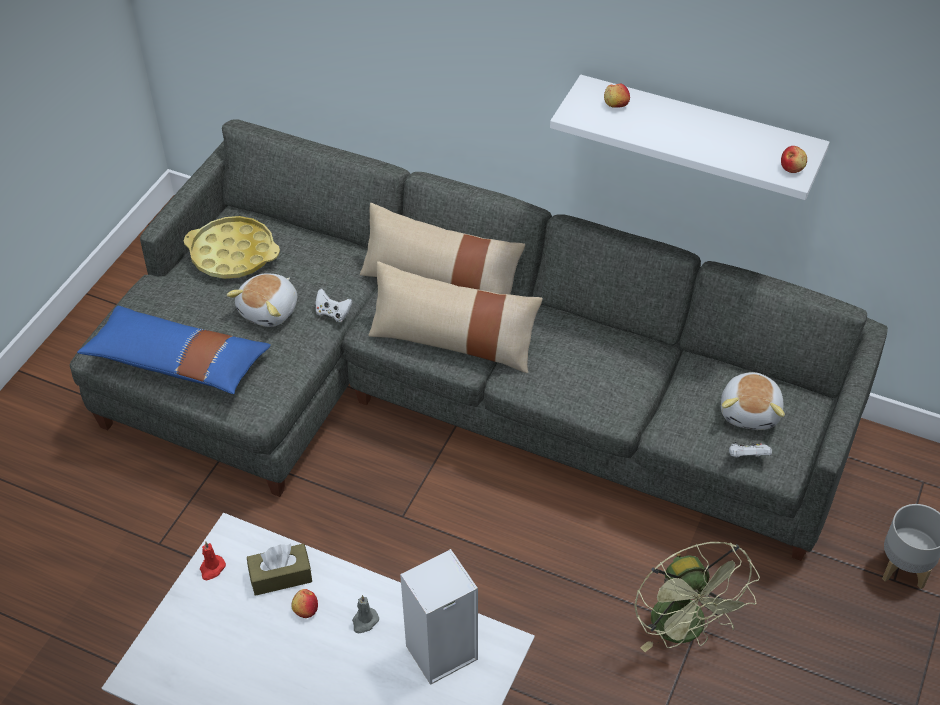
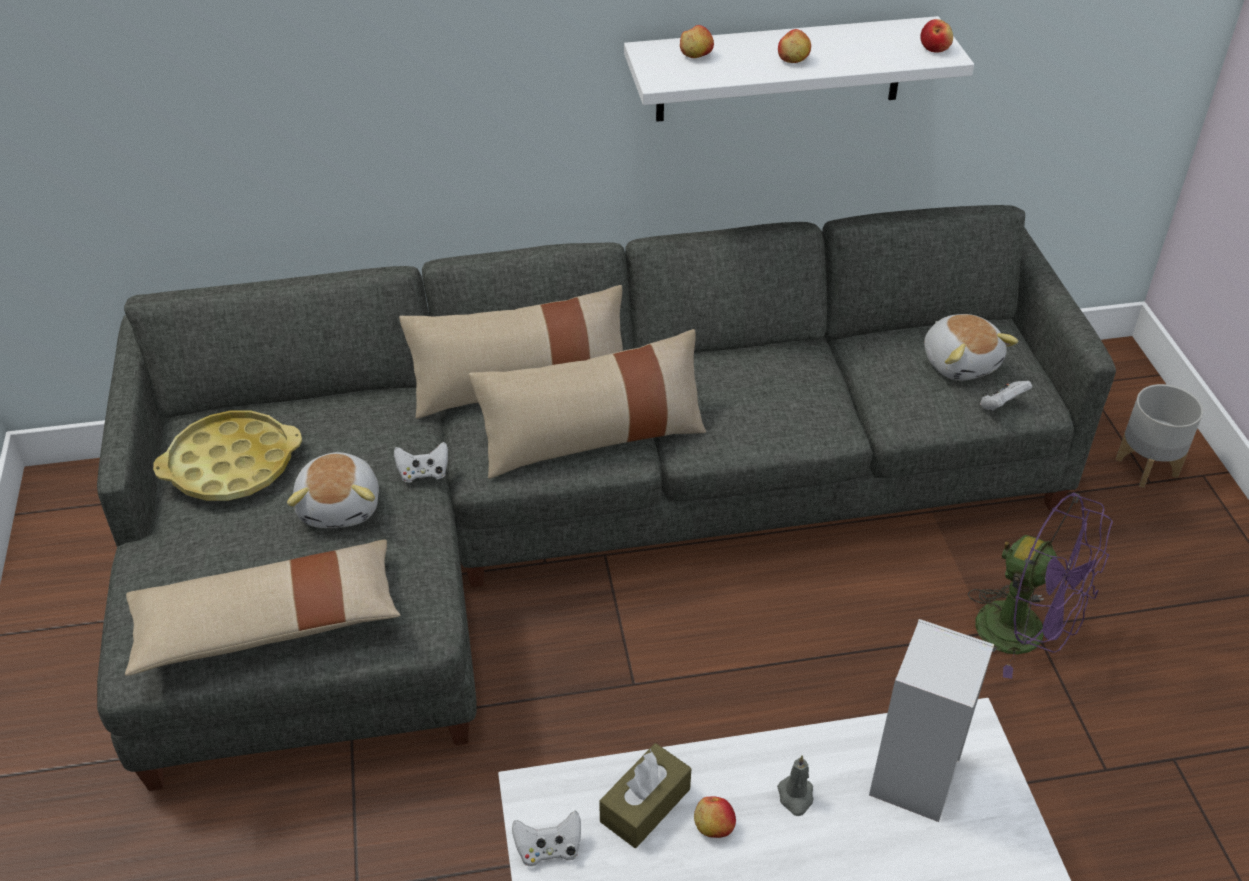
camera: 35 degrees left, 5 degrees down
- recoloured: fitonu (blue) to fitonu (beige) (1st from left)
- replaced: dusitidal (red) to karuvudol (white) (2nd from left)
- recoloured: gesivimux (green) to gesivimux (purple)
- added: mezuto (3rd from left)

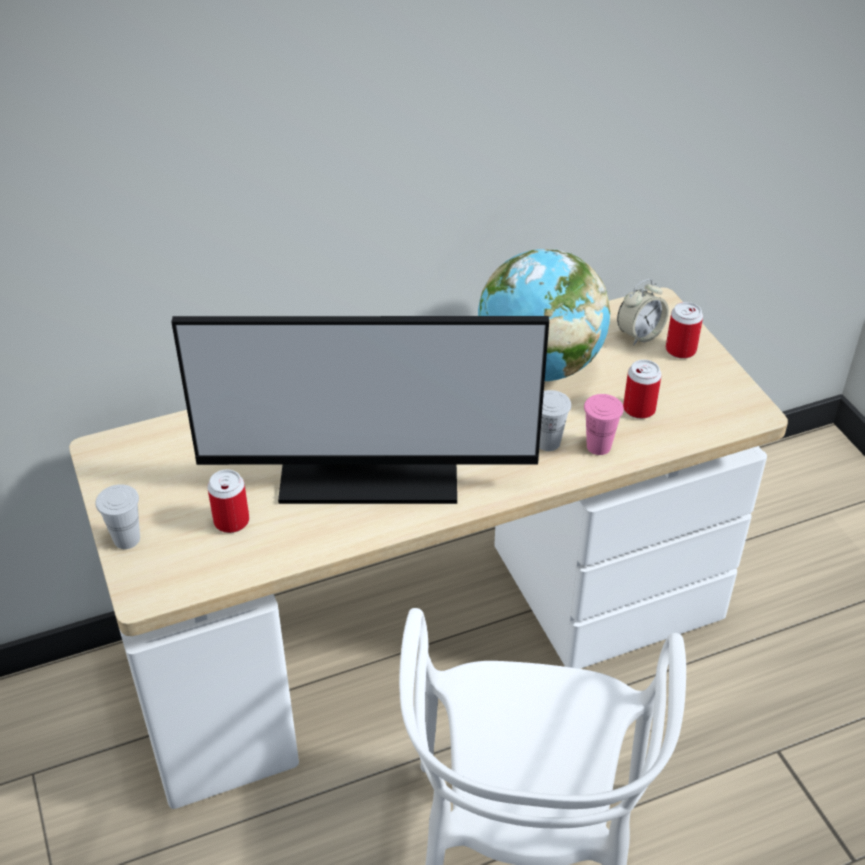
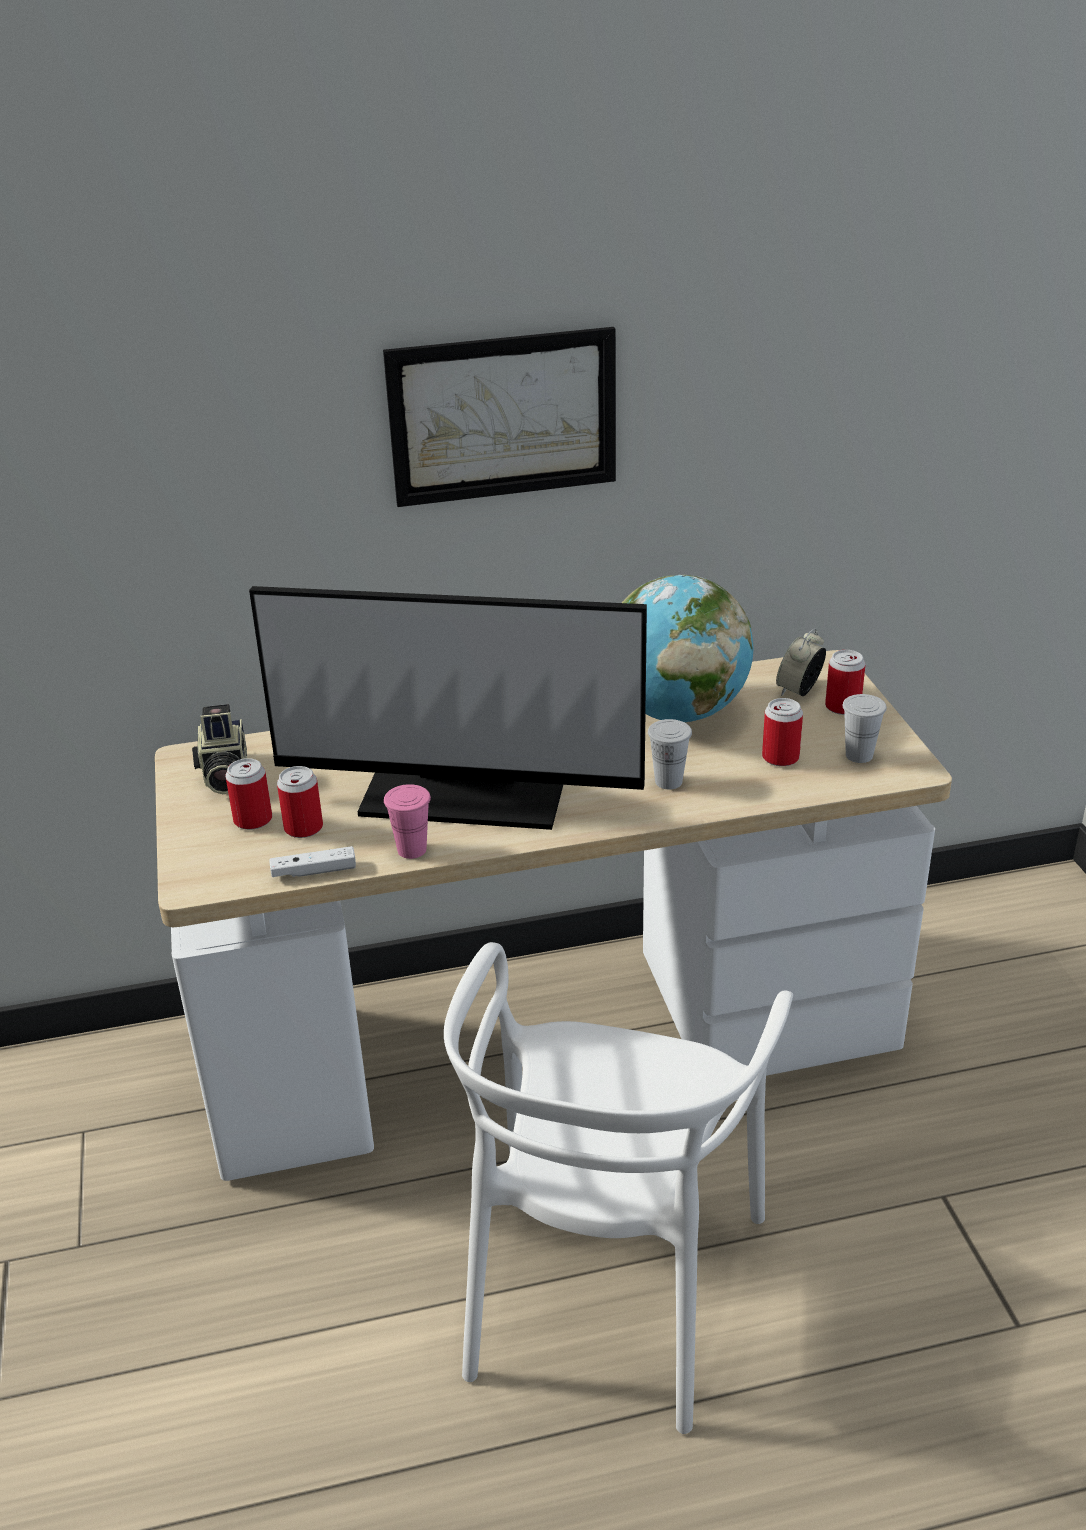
camera: 10 degrees right, 10 degrees down
- moved: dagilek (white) (1st from left in the first image) to dagilek (white) (2nd from left)
- moved: dagilek (pink)
- turned: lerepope 150 degrees clockwise
- added: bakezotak
- added: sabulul (1st from left)
- added: karuvudol (white)
- added: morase

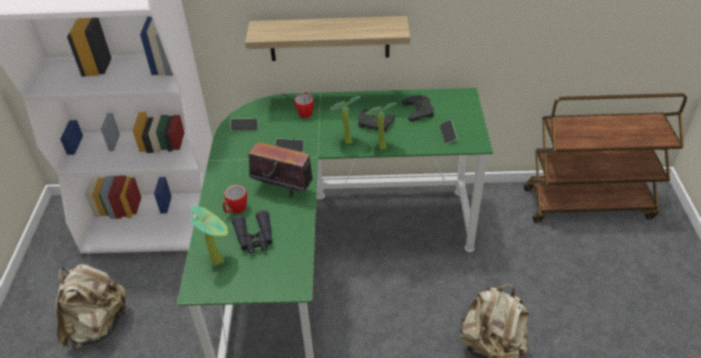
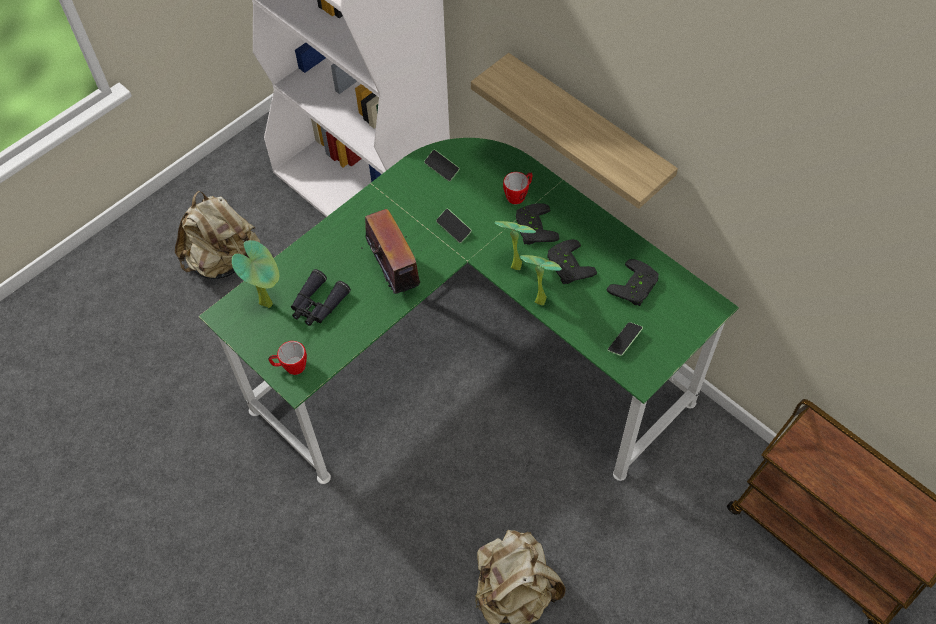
camera: 45 degrees right, 15 degrees up
- moved: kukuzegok (1st from left)
- added: karuvudol (black) (1st from left)

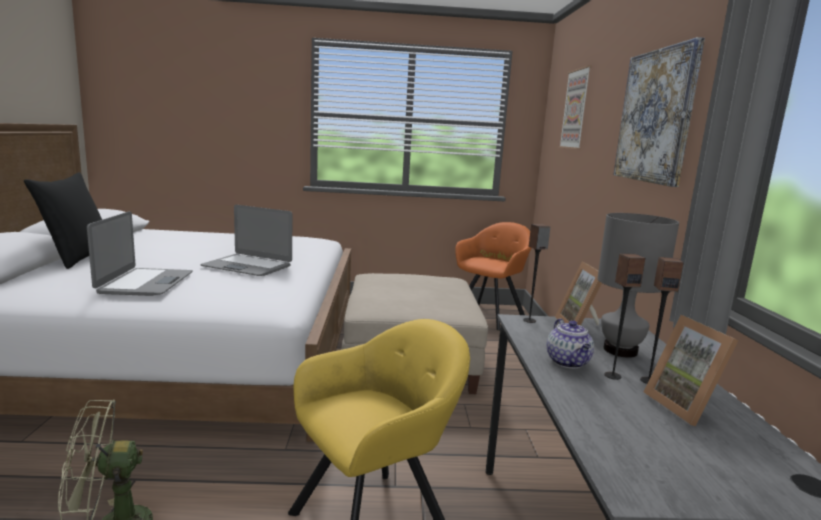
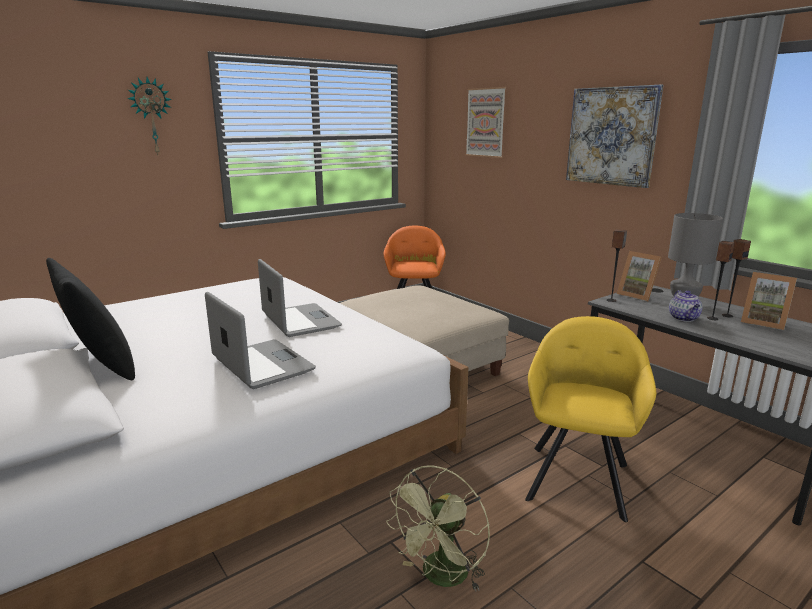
camera: 35 degrees left, 5 degrees up
- turned: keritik (2nd from left) 105 degrees counterclockwise
- turned: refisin 45 degrees clockwise
- added: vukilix

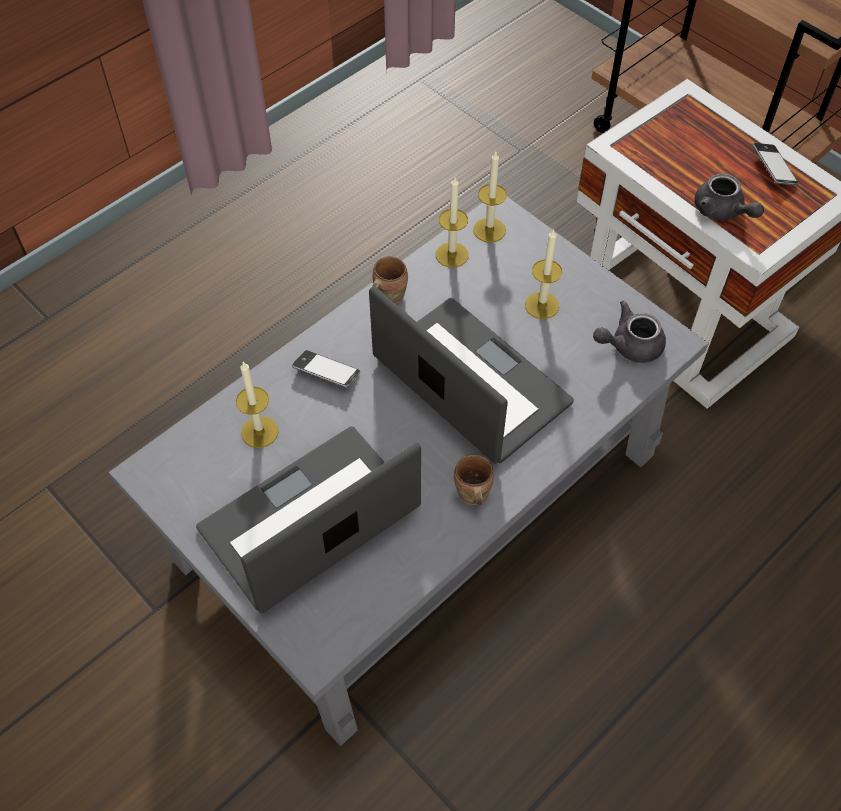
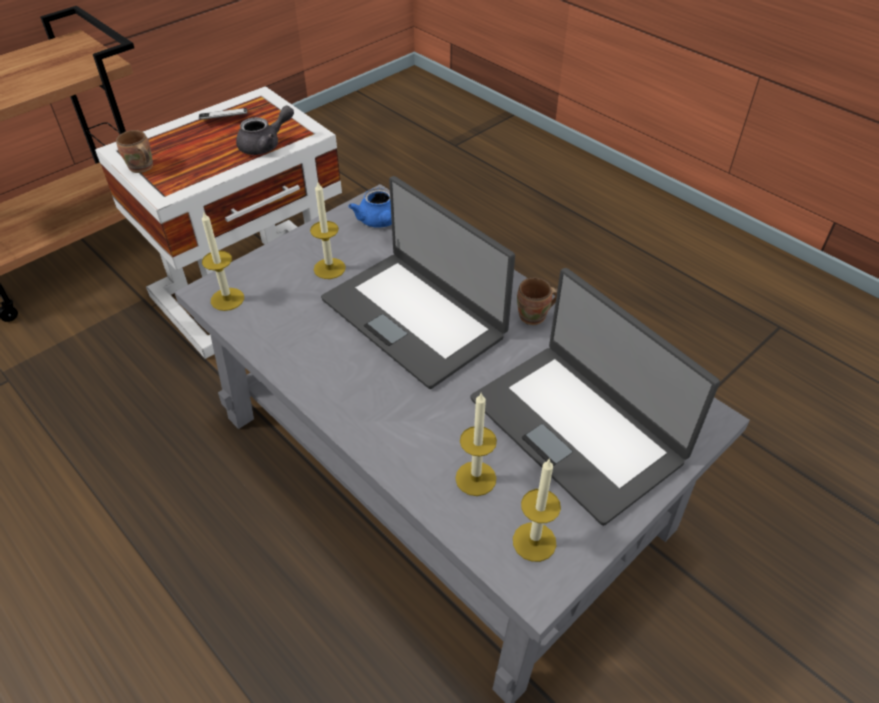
camera: 90 degrees left, 10 degrees down
- removed: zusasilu (1st from left)
- turned: keritik (2nd from left in the first image) 90 degrees counterclockwise
- moved: kukuzegok (brown) (1st from left)
- moved: dusitidal (2nd from left in the first image) to dusitidal (4th from left)
- recoloured: refisin (grey) (1st from left) to refisin (blue)

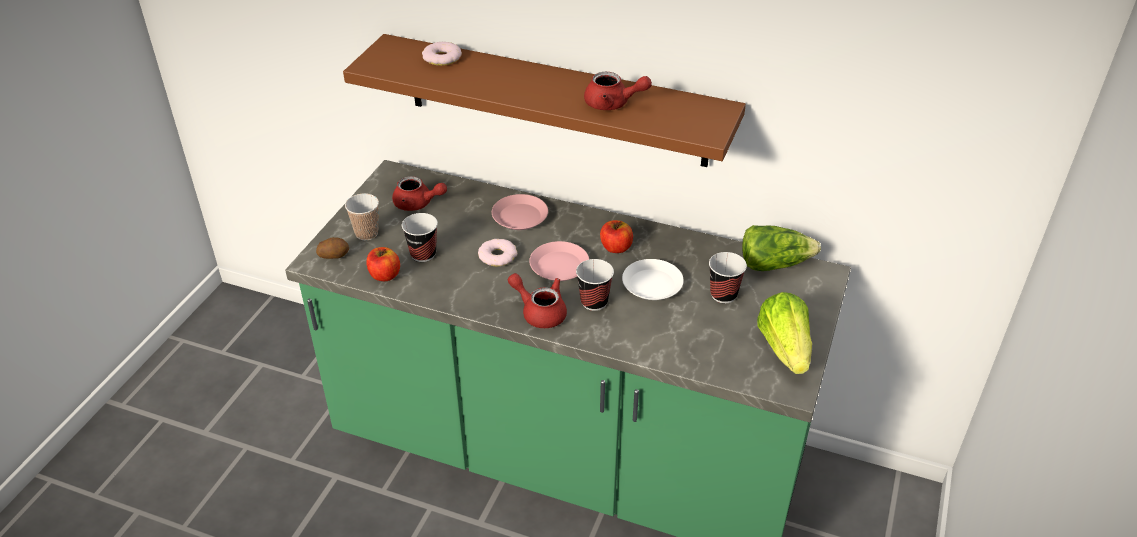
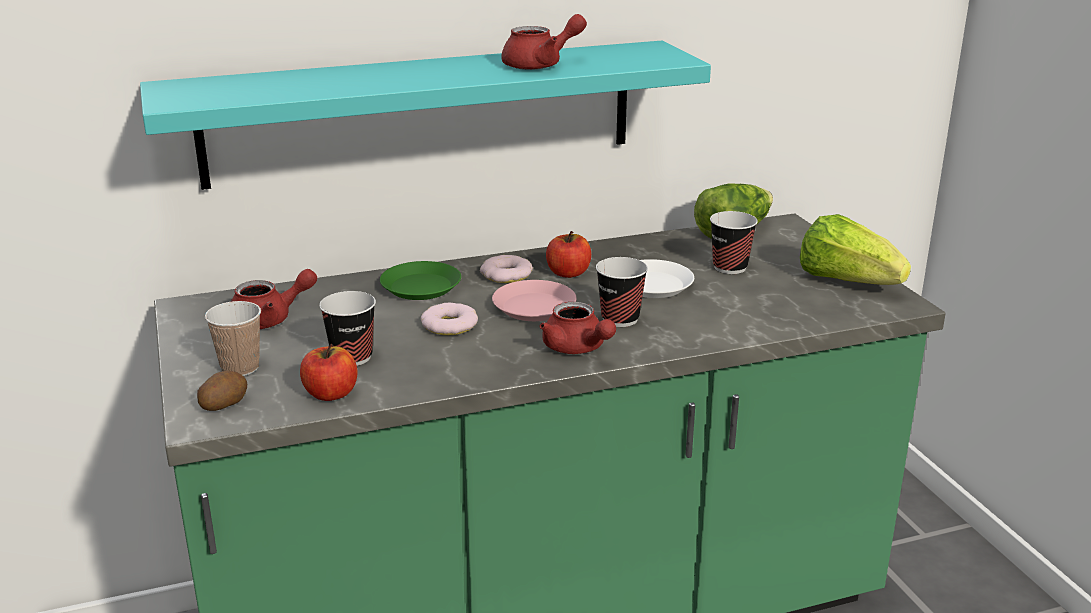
camera: 40 degrees left, 15 degrees down
- recoloured: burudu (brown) to burudu (turquoise)
- moved: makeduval (1st from left in the first image) to makeduval (2nd from left)
- recoloured: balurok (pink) (1st from left) to balurok (green)
- turned: refisin (red) (2nd from left in the first image) 120 degrees counterclockwise

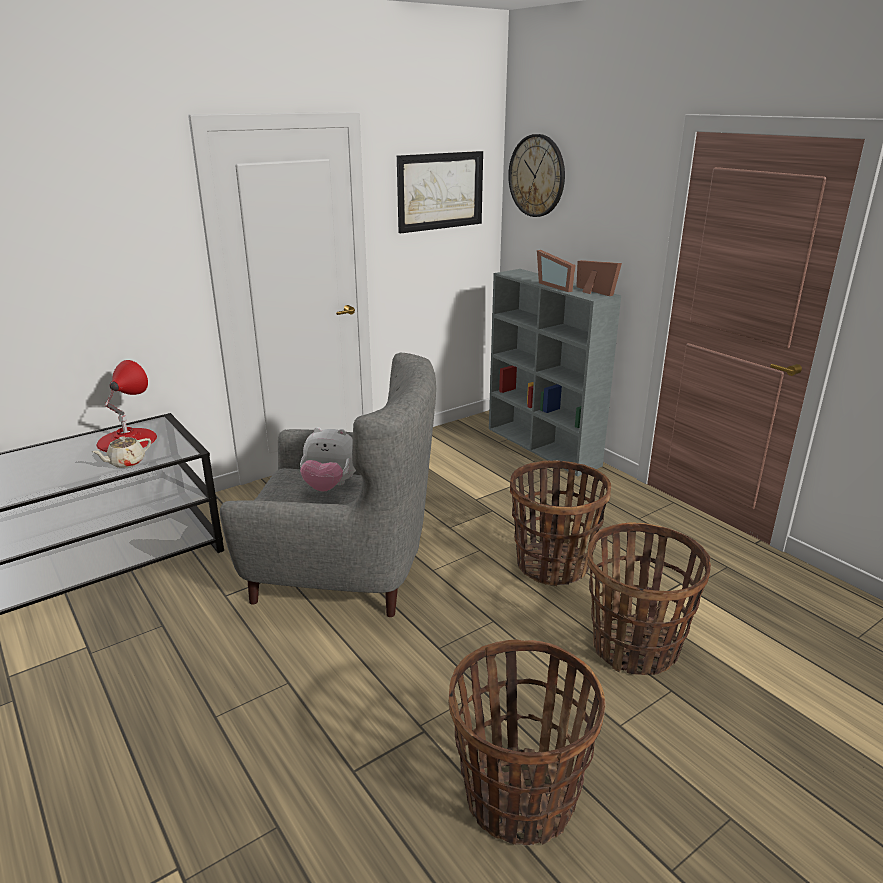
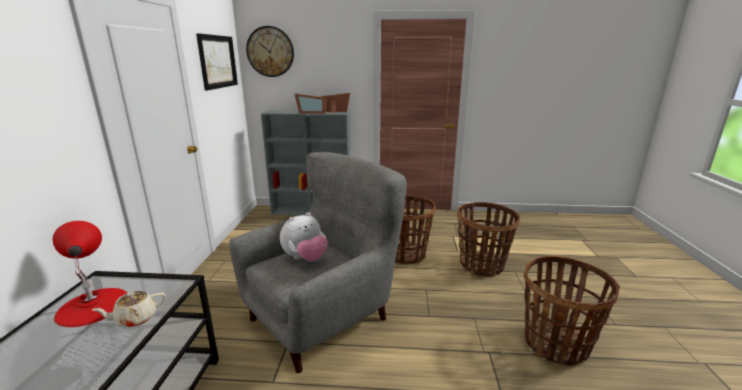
camera: 50 degrees left, 5 degrees down
- turned: refisin (beige) 60 degrees clockwise

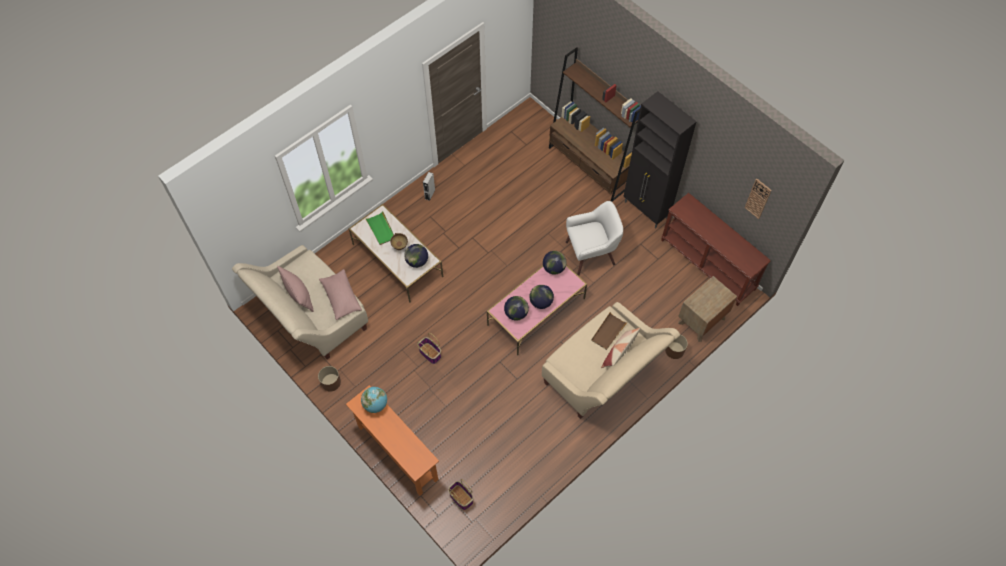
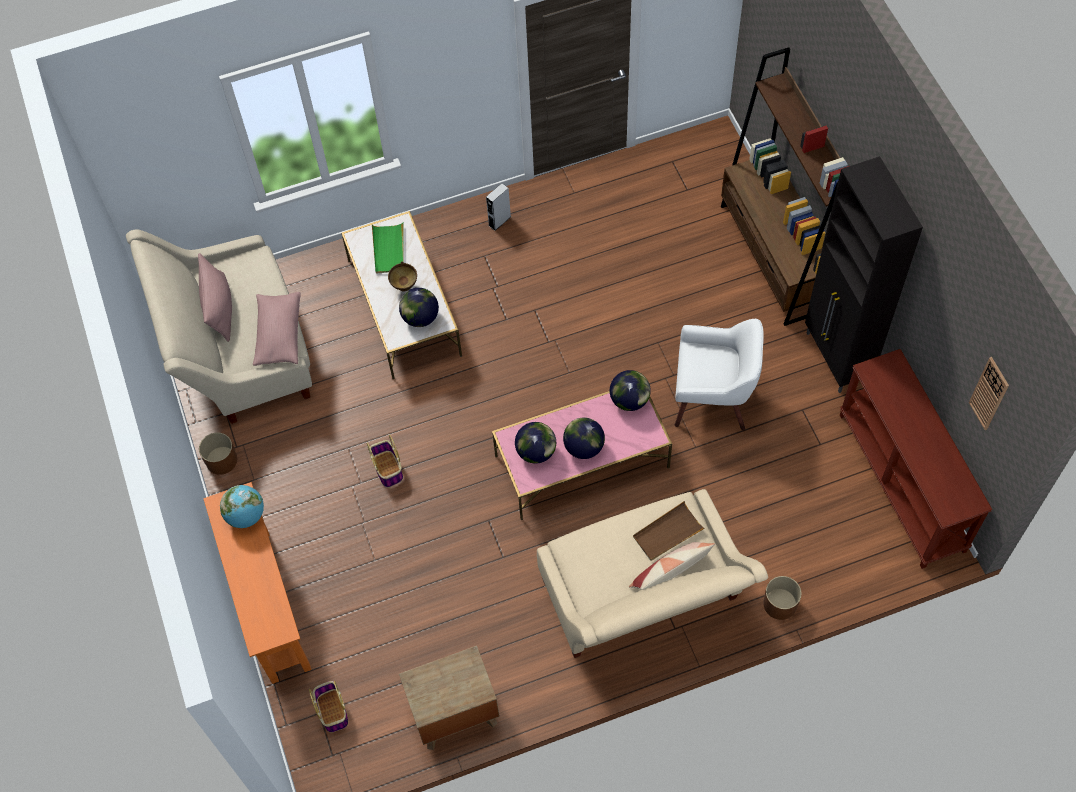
camera: 25 degrees right, 0 degrees up
- moved: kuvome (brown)

